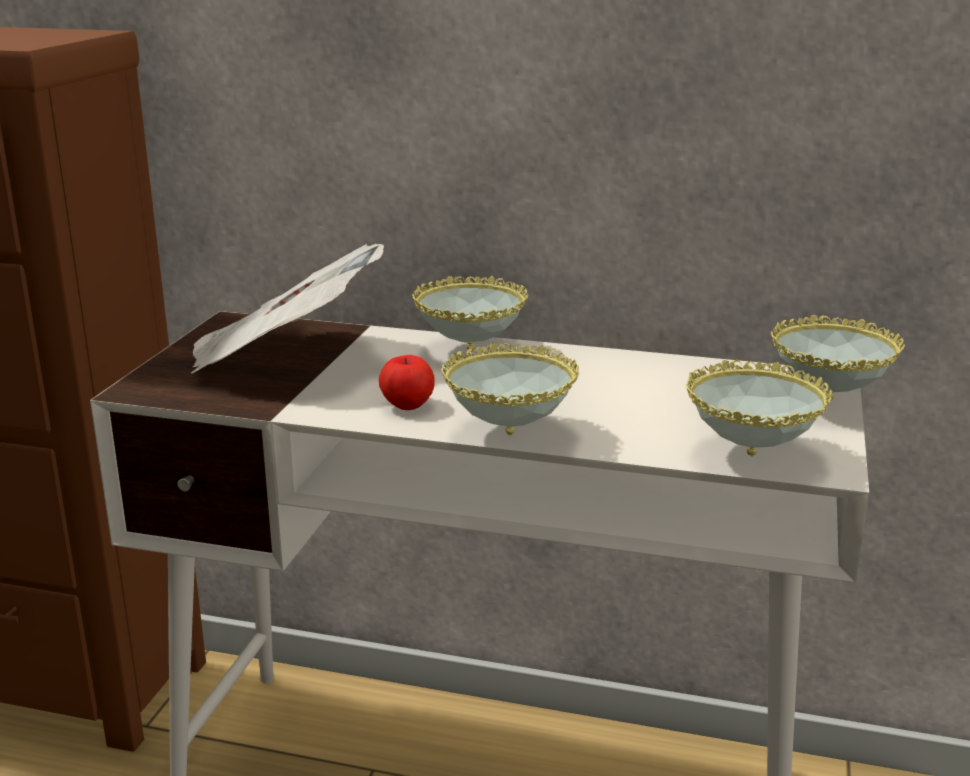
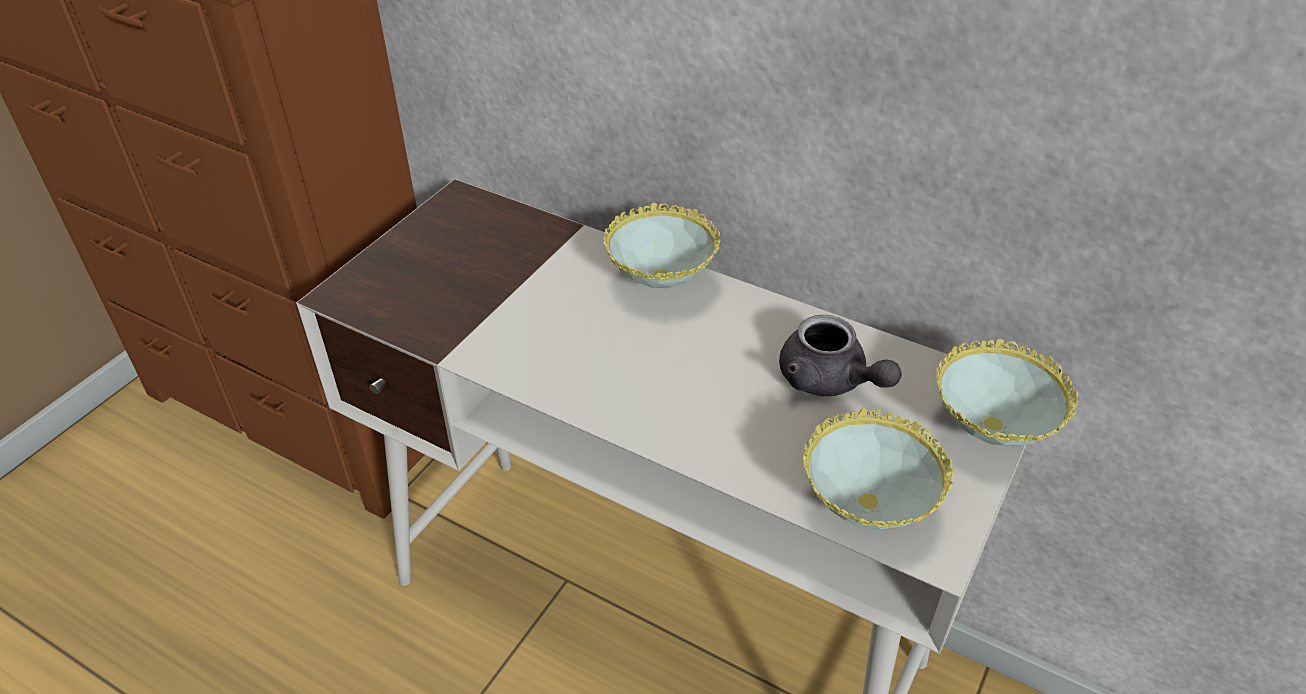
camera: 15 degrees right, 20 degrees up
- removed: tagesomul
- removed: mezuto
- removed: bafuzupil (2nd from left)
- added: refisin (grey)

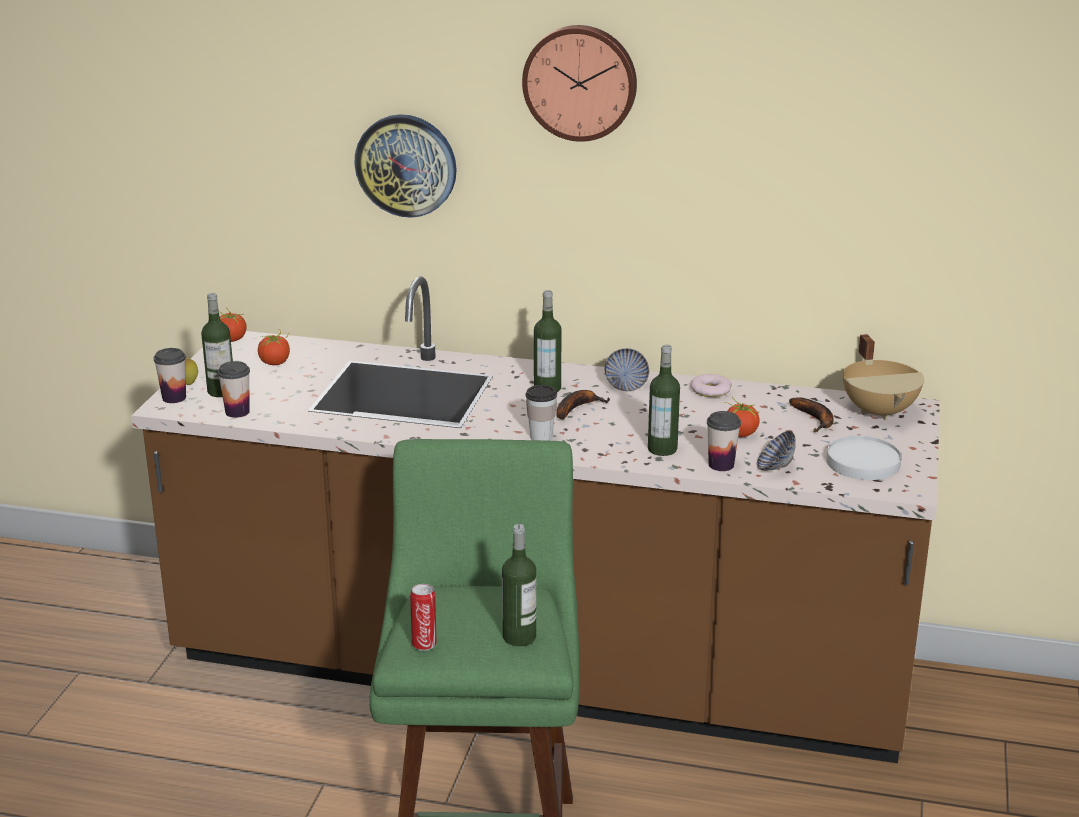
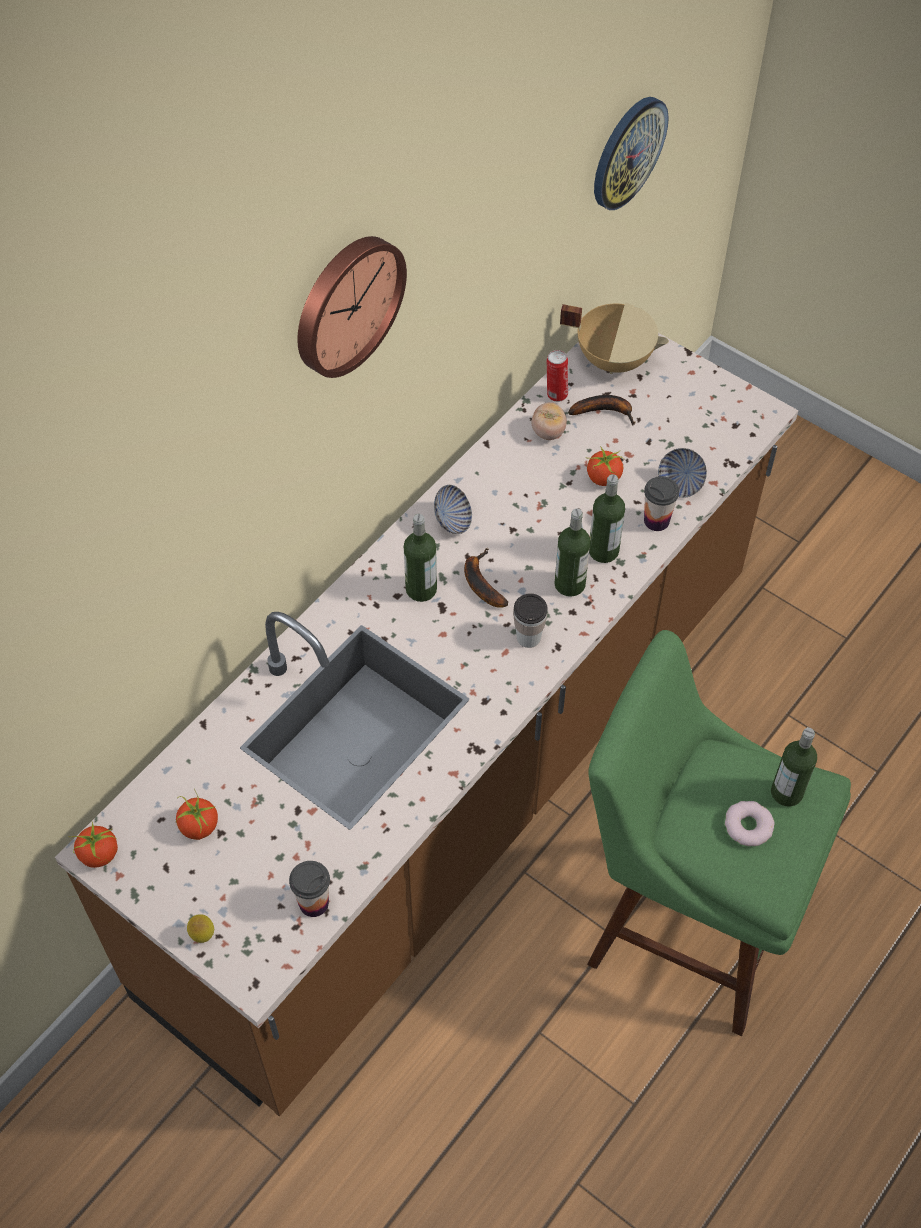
camera: 65 degrees left, 30 degrees up
- removed: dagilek (1st from left)
- moved: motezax (1st from left in the first image) to motezax (2nd from left)
- moved: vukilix (1st from left in the first image) to vukilix (2nd from left)
- moved: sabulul
- moved: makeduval
- removed: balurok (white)
- added: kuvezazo (3rd from left)

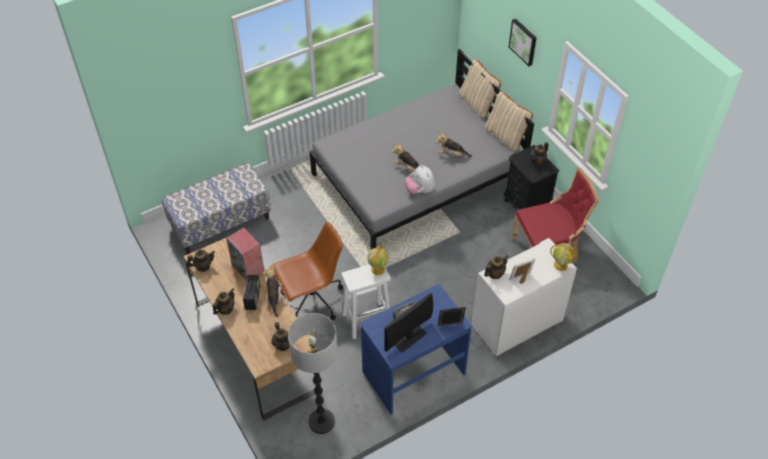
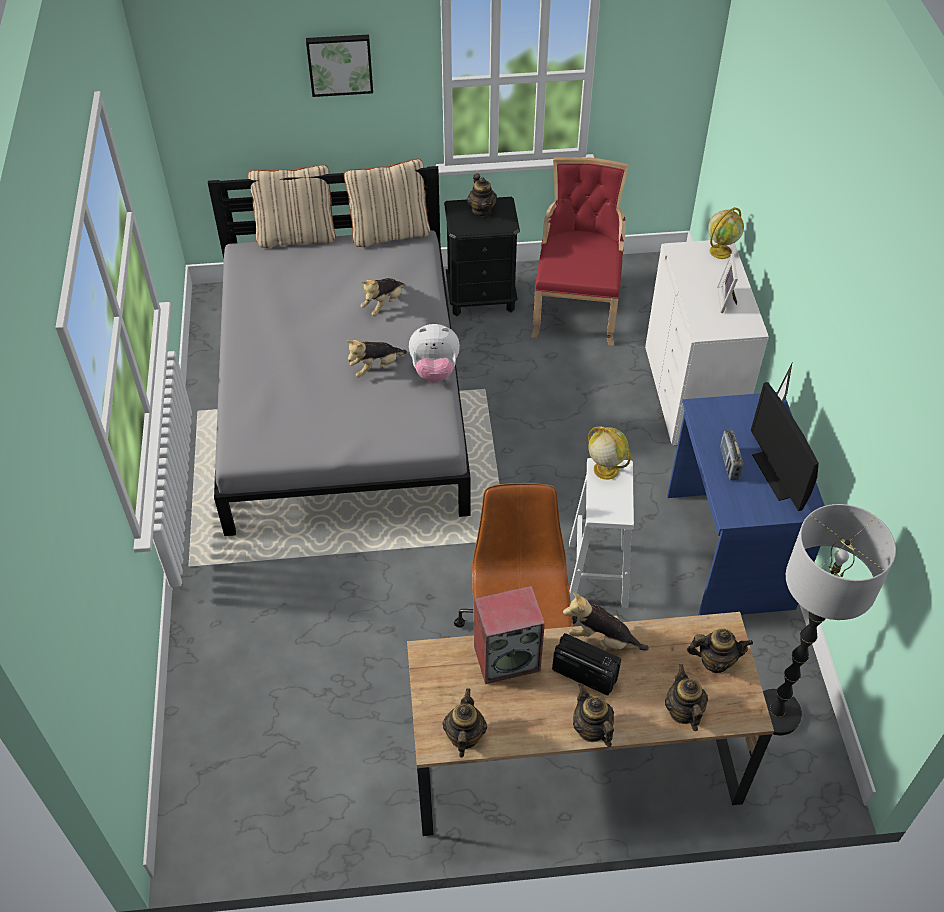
camera: 65 degrees left, 0 degrees up
- removed: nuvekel
- moved: refisin (4th from left)

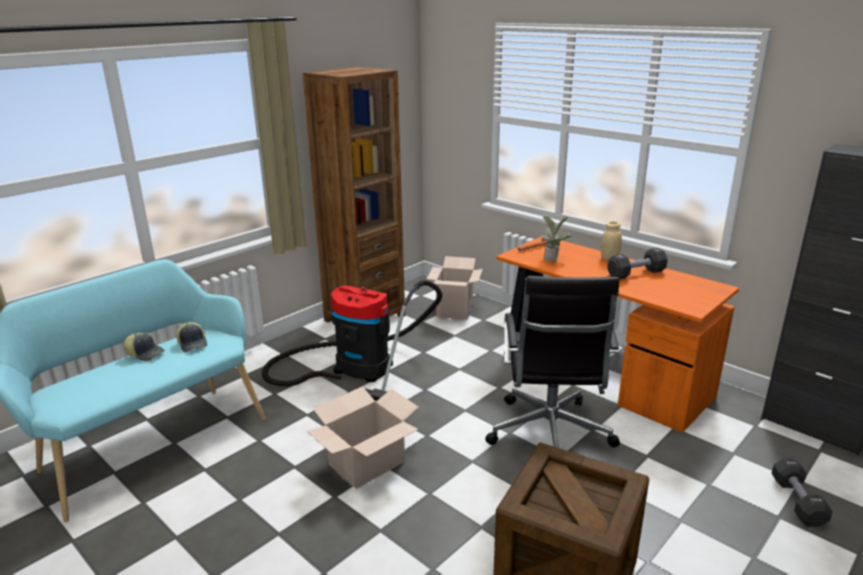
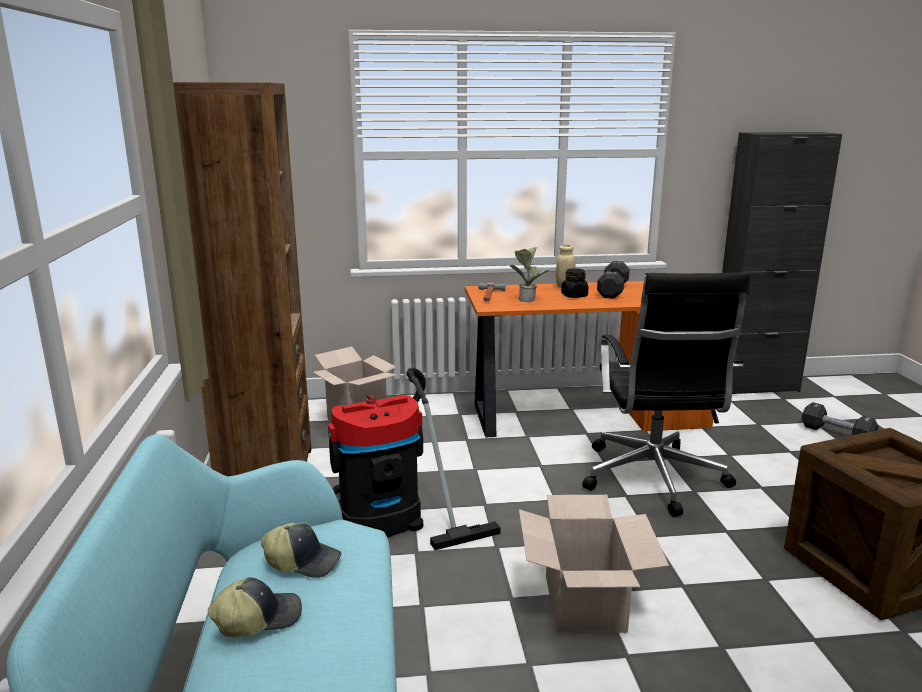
camera: 50 degrees left, 5 degrees down
- turned: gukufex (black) 45 degrees clockwise
- added: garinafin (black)

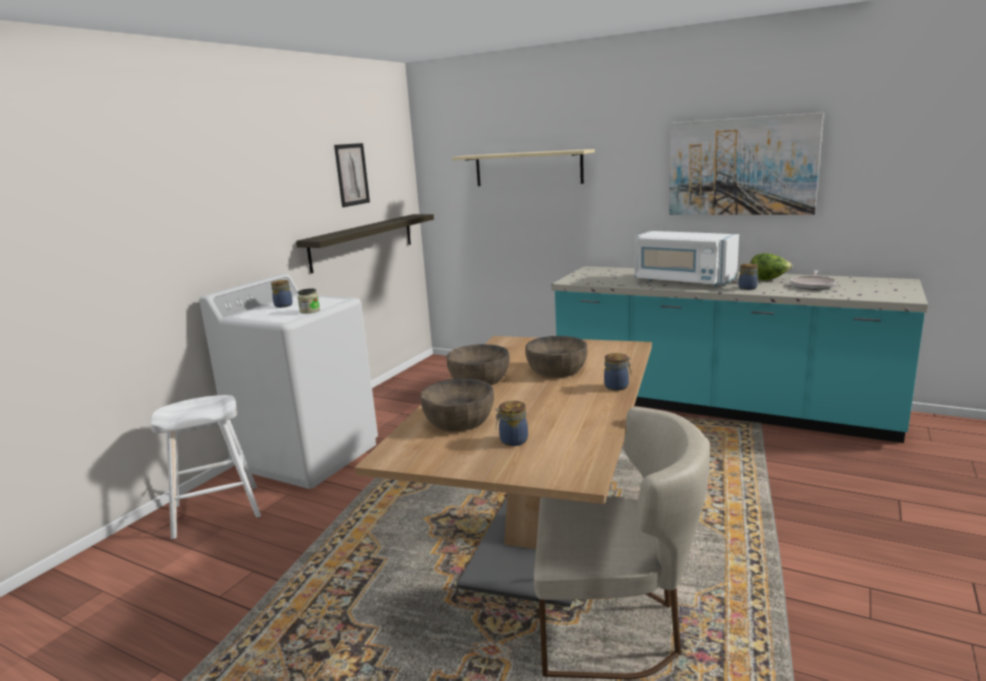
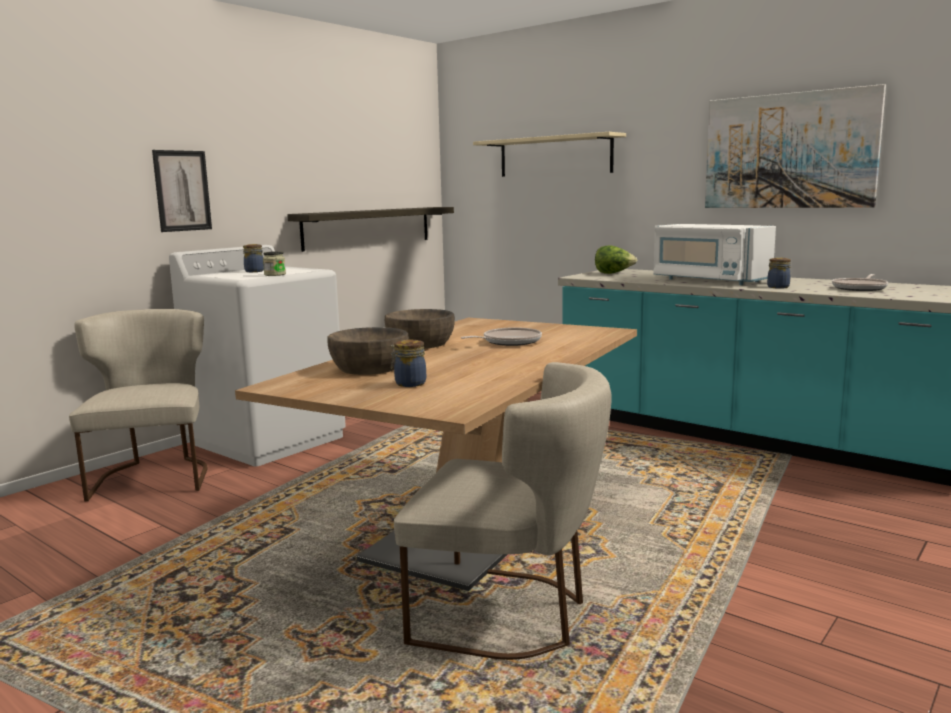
camera: 10 degrees right, 5 degrees down
- replaced: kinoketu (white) to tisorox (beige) (1st from left)
- moved: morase (1st from left)
- replaced: bafuzupil (brown) (3rd from left) to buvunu (1st from left)
- removed: garinafin (4th from left)
- moved: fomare

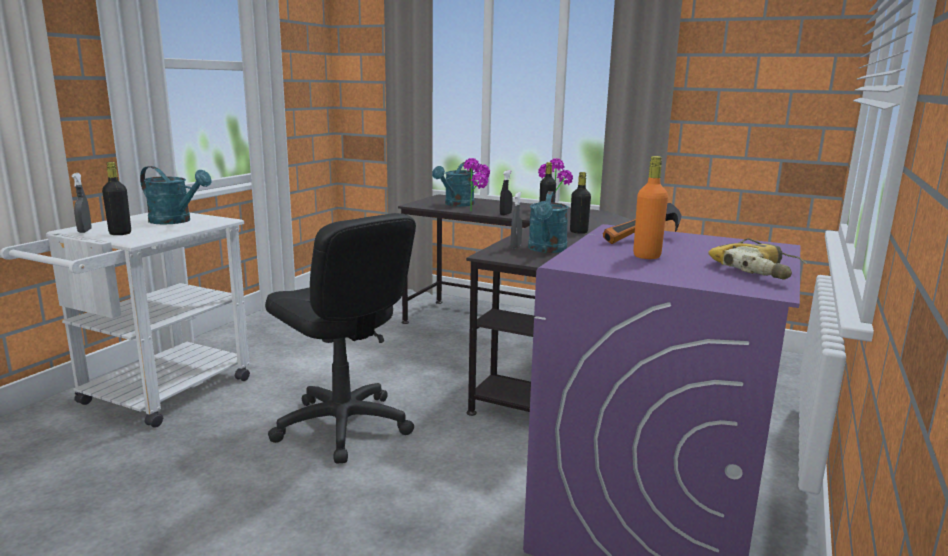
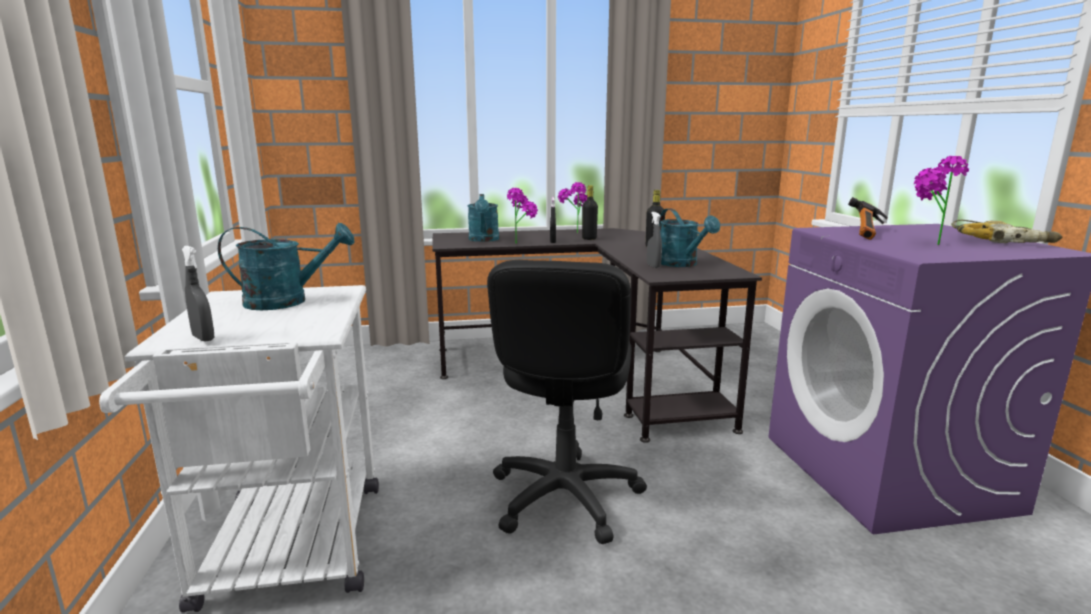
camera: 35 degrees left, 0 degrees up
- removed: motezax (black) (1st from left)
- turned: gukufex (black) 90 degrees clockwise
- replaced: motezax (orange) to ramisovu (3rd from left)

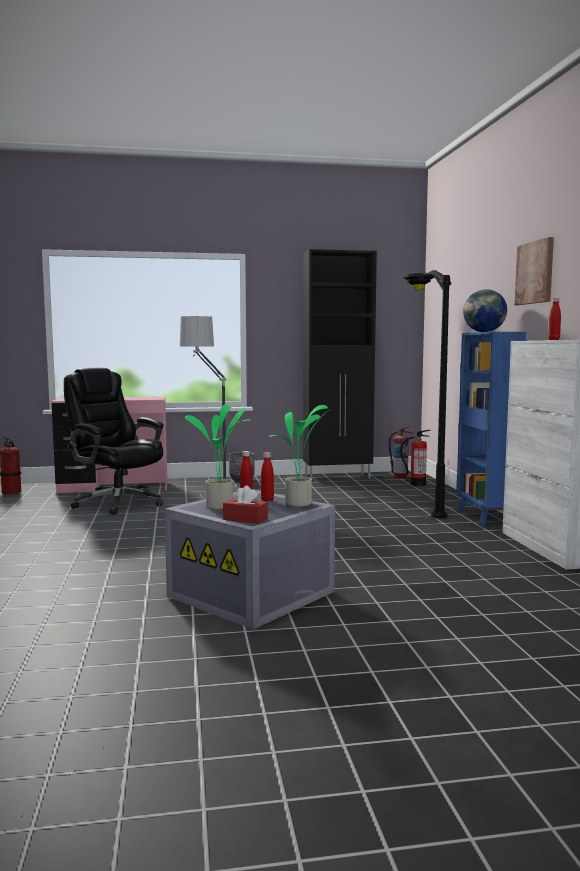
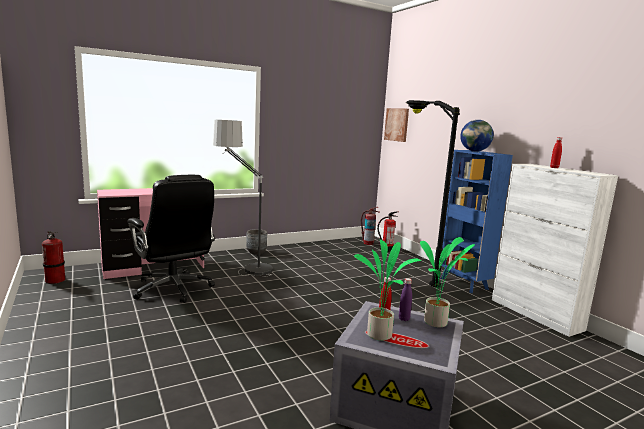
camera: 20 degrees left, 5 degrees up
- turned: gukufex (black) 150 degrees counterclockwise
- removed: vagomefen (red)
- recoloured: motezax (red) (2nd from left) to motezax (purple)
- removed: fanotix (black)
- moved: morase

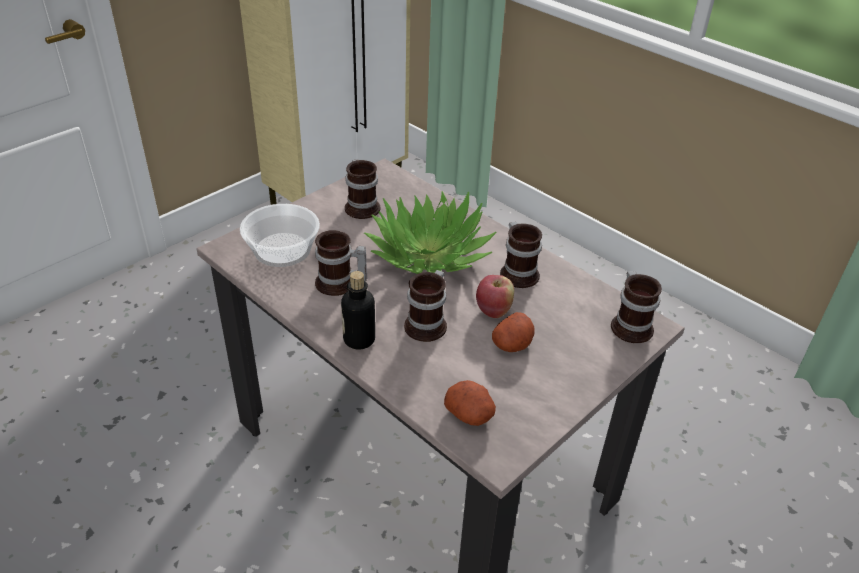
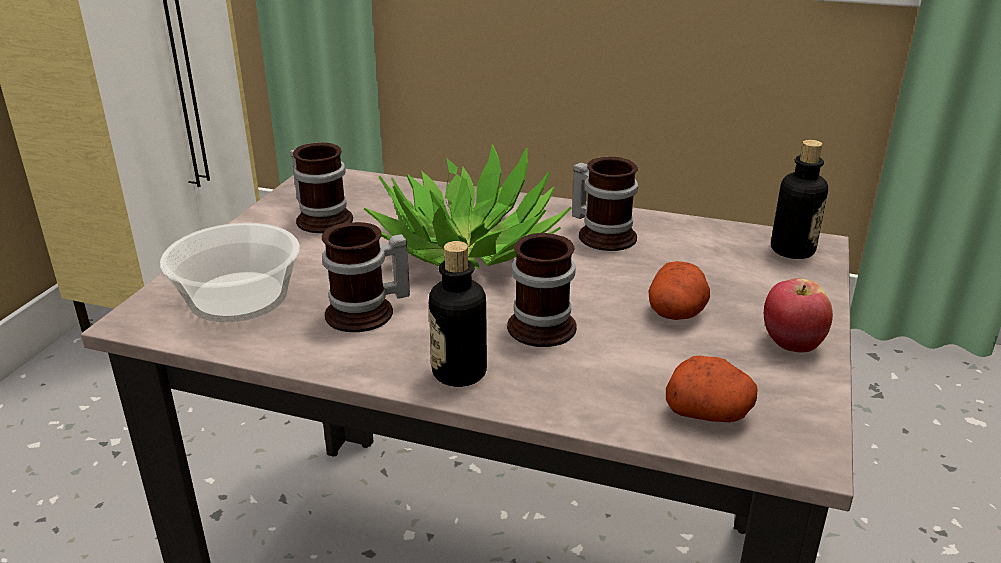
camera: 25 degrees left, 10 degrees down
- moved: mezuto
- replaced: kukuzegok (5th from left) to motezax (2nd from left)

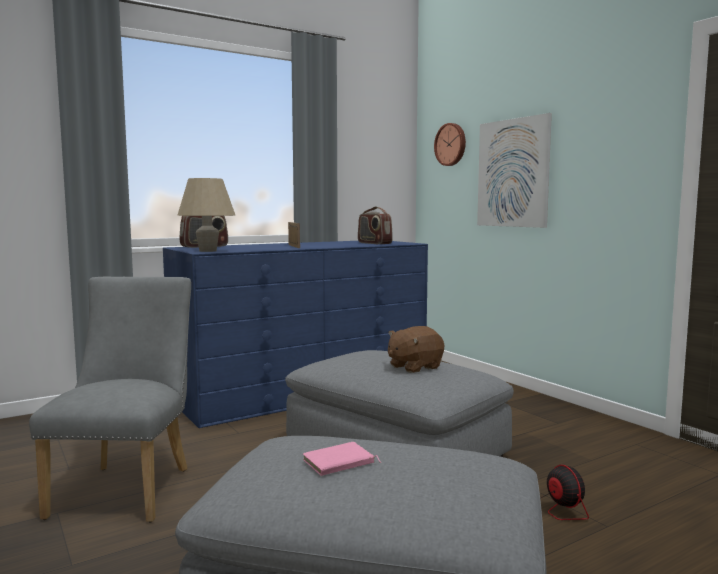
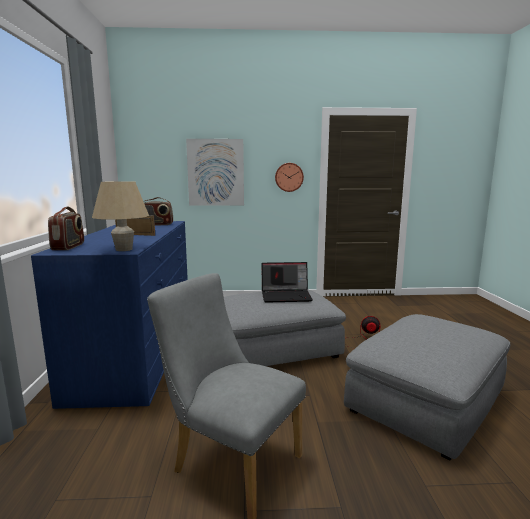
camera: 60 degrees left, 5 degrees up
- removed: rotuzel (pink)
- replaced: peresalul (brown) to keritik
- moved: vukilix

